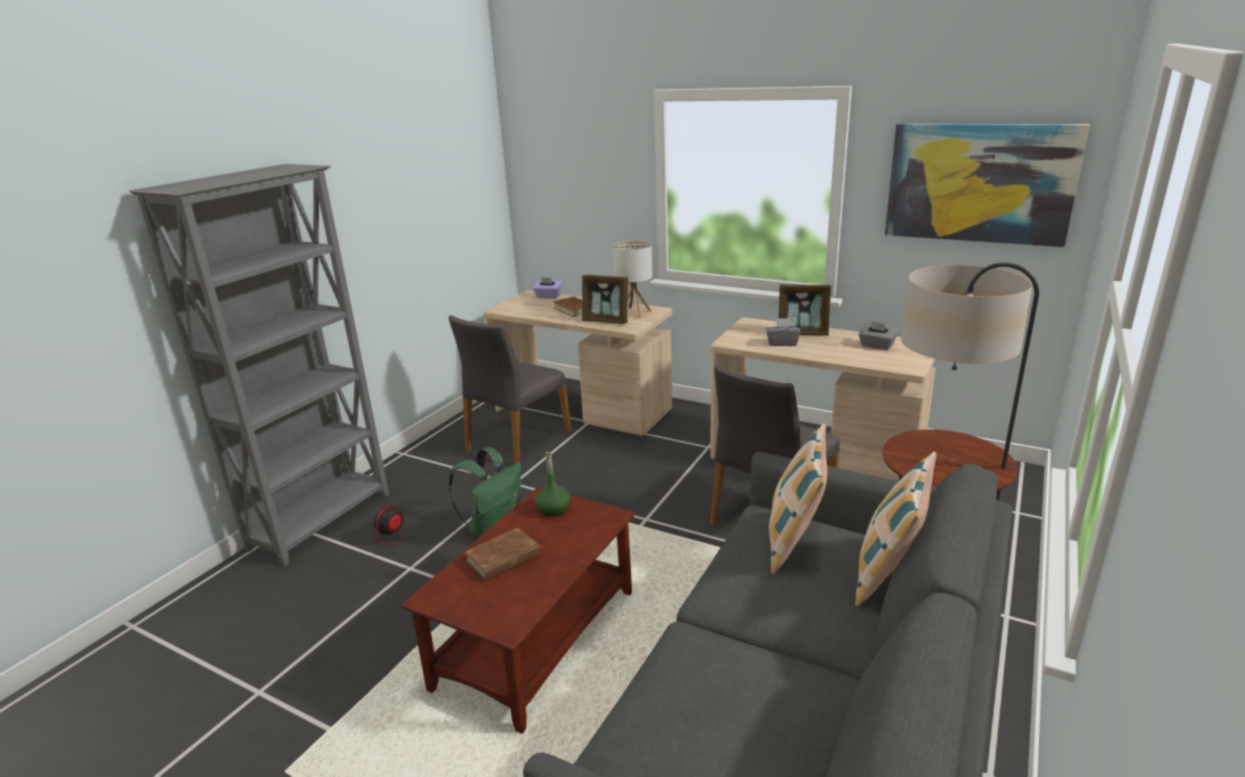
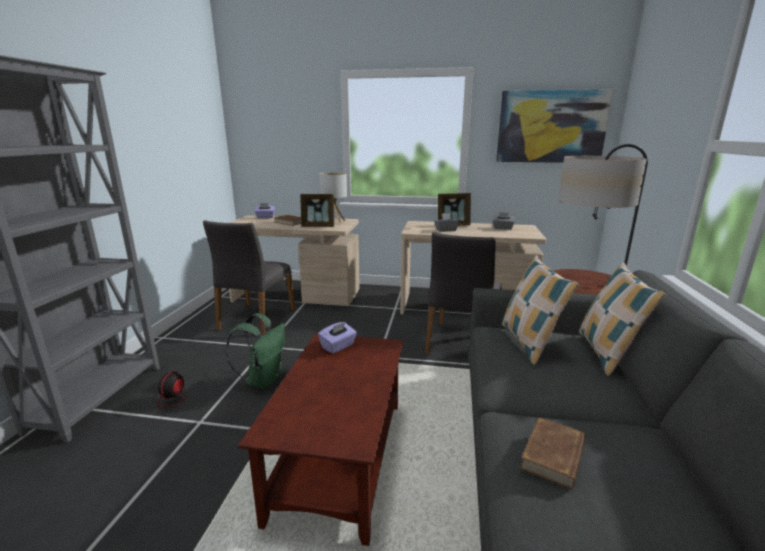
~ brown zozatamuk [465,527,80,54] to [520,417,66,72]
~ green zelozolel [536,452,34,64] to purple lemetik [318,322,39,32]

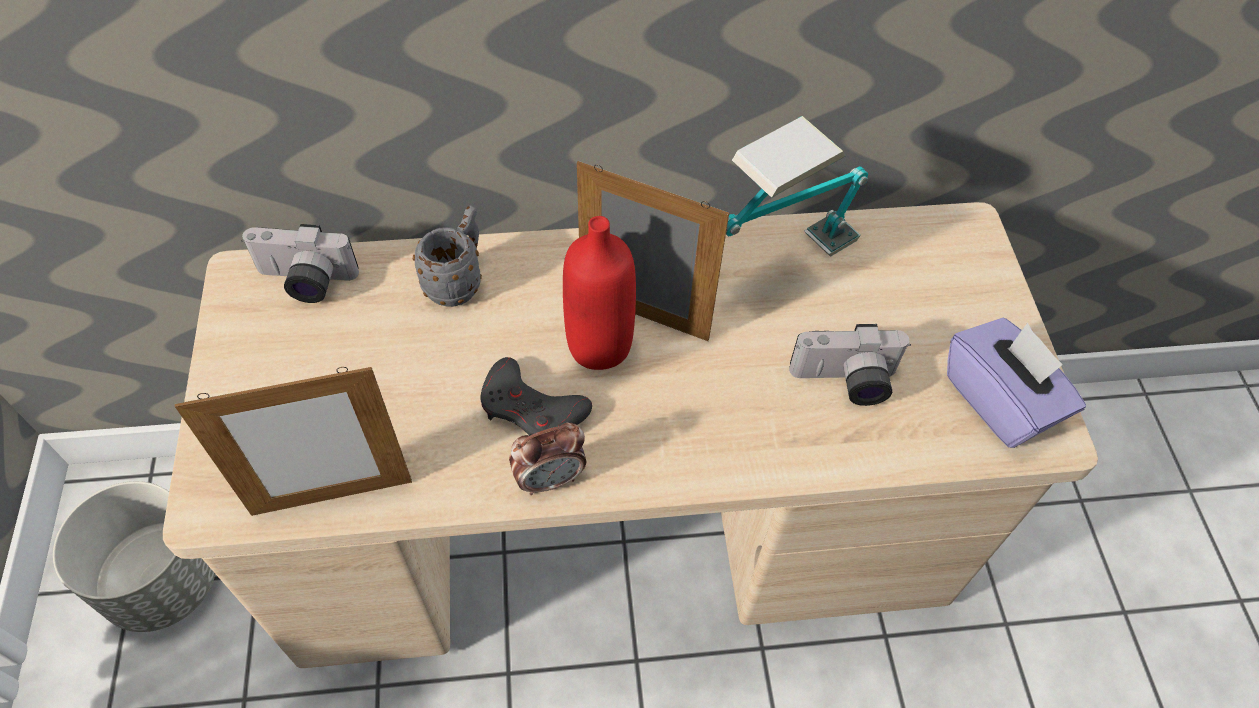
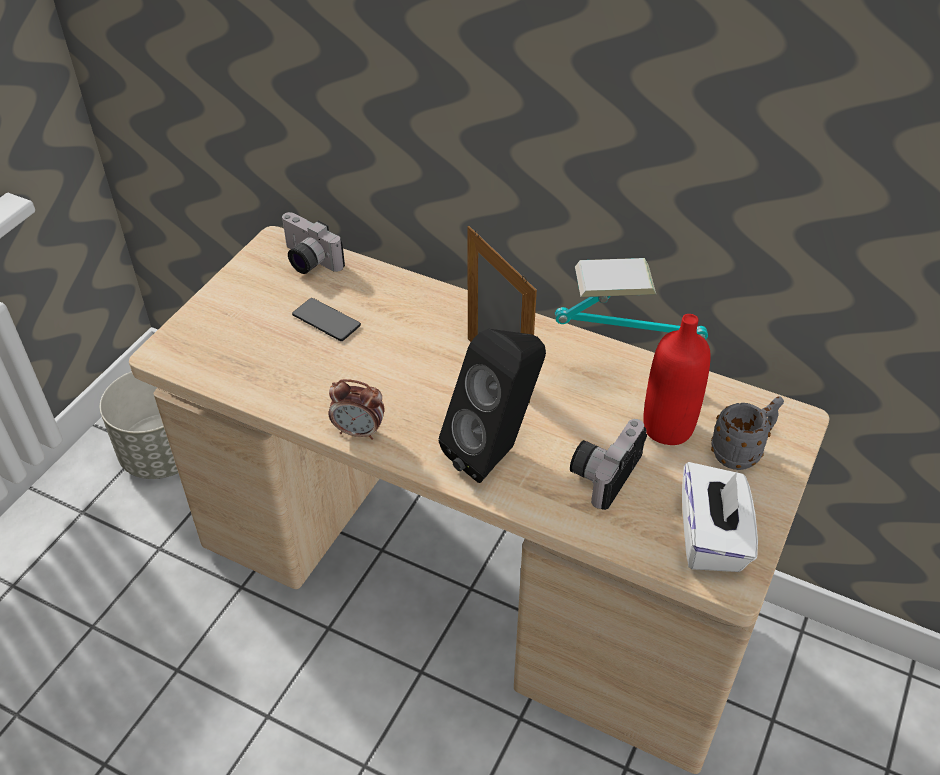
- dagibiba [175,367,237,149]
- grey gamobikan [480,357,112,79]
+ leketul [292,298,69,43]
+ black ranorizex [439,329,107,154]
~ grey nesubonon [413,205,69,102] to [711,396,73,74]
~ red zelozolel [563,216,73,154] to [643,314,68,131]
~ purple lemetik [947,317,139,131] to white lemetik [682,462,76,110]
~ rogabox [789,324,122,82] = [570,419,77,91] 90 degrees clockwise

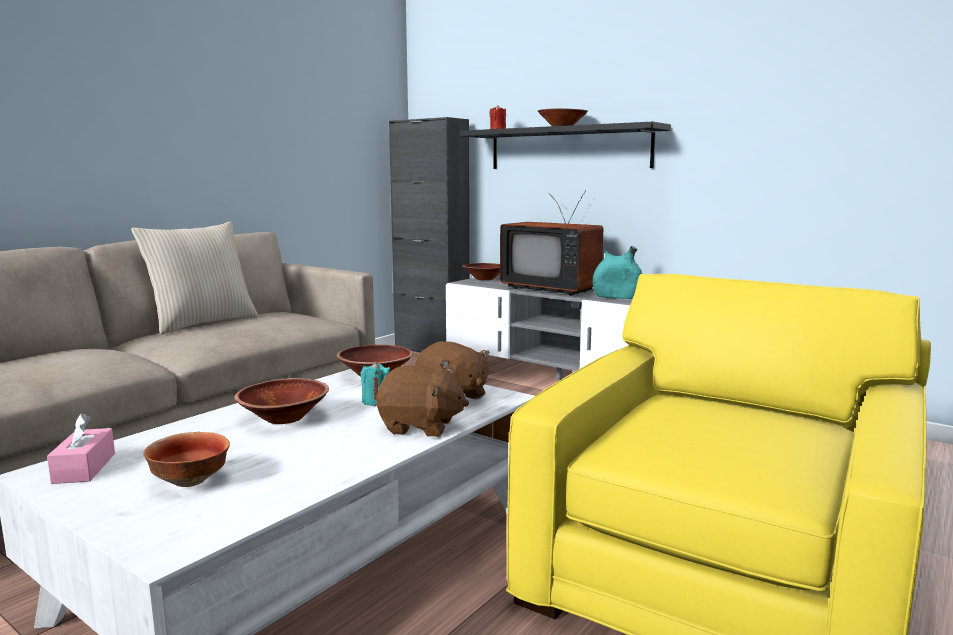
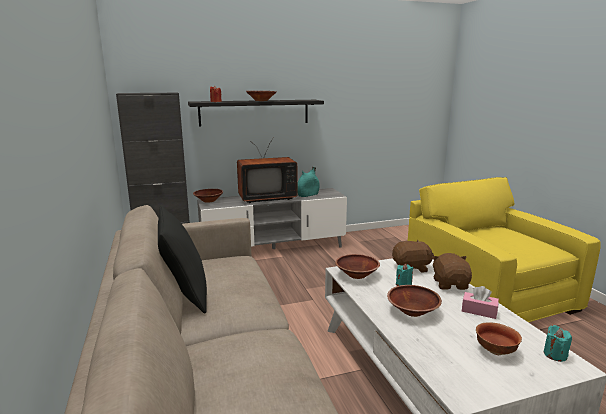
+ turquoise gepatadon [544,325,28,37]
~ pink lemetik [47,414,68,70] to [462,286,37,33]
~ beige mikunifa [131,221,128,113] to black mikunifa [158,205,49,108]
~ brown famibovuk [376,365,93,72] = [432,253,40,37] 45 degrees counterclockwise

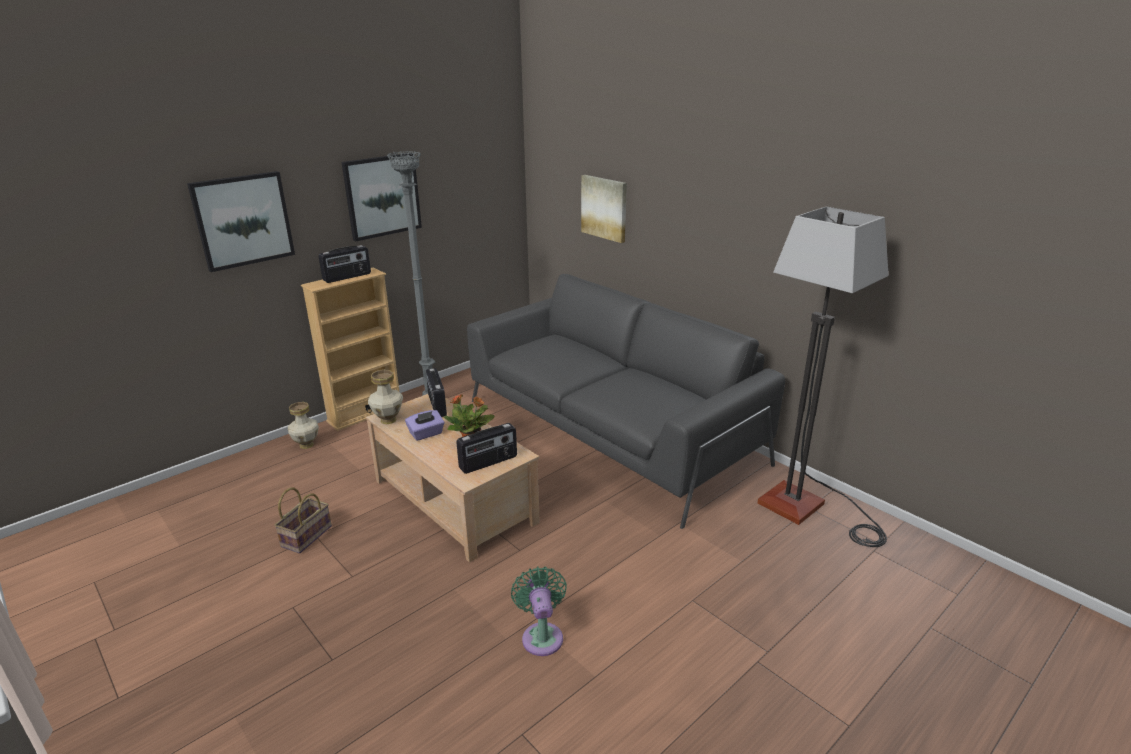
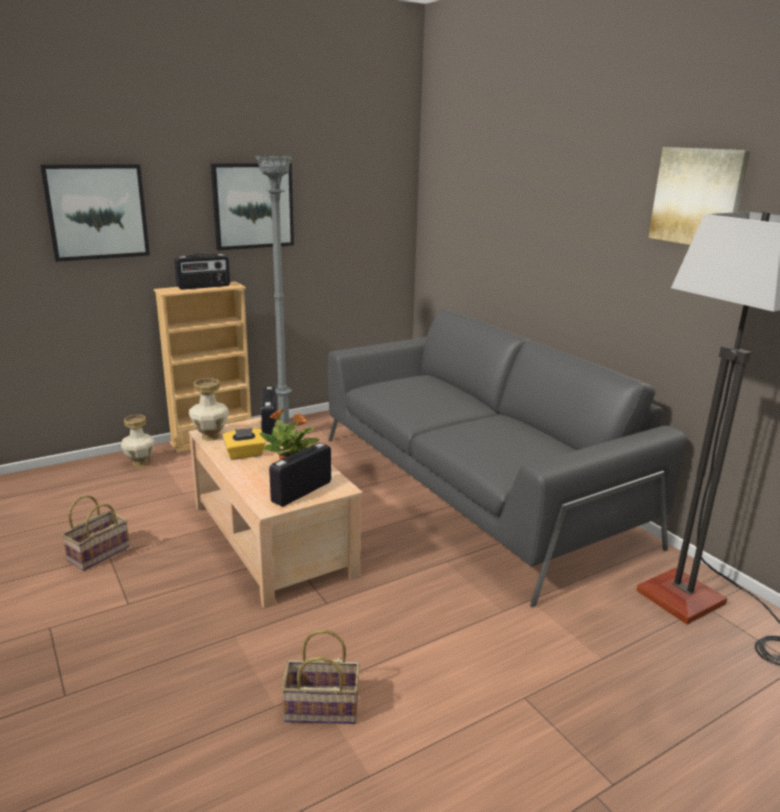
~ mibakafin [581,175,46,68] to [648,147,102,98]
~ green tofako [511,567,56,89] to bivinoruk [281,629,79,95]
~ purple lemetik [405,410,40,31] to yellow lemetik [222,428,44,32]
~ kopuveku [456,423,61,51] = [269,443,62,64] 150 degrees clockwise

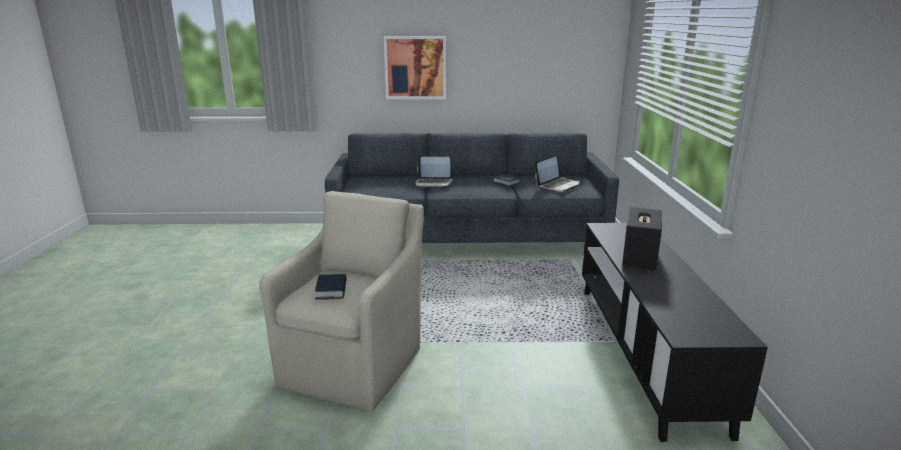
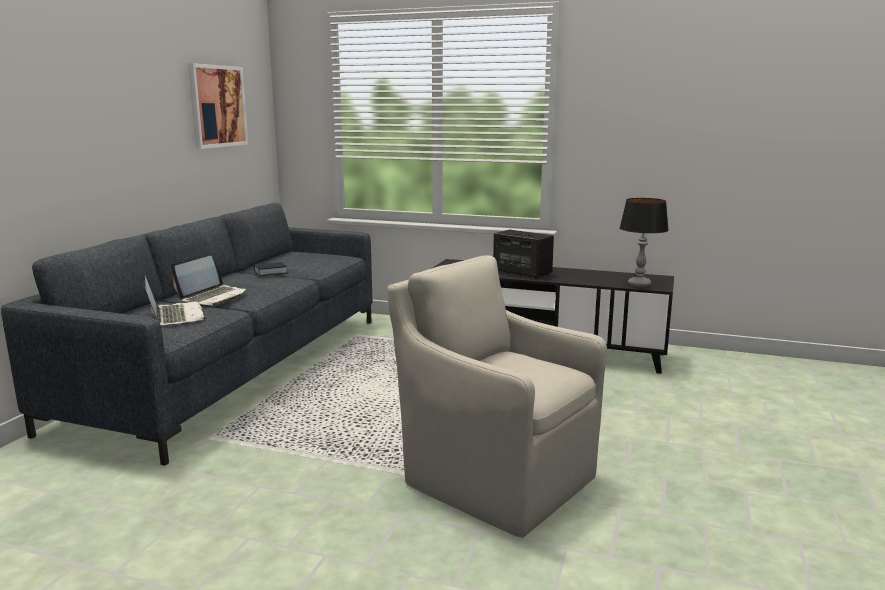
- zozatamuk [315,274,32,26]
+ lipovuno [620,198,49,89]
~ mibakafin [384,36,62,63] to [188,63,60,86]
~ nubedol [535,157,45,35] to [144,275,62,51]

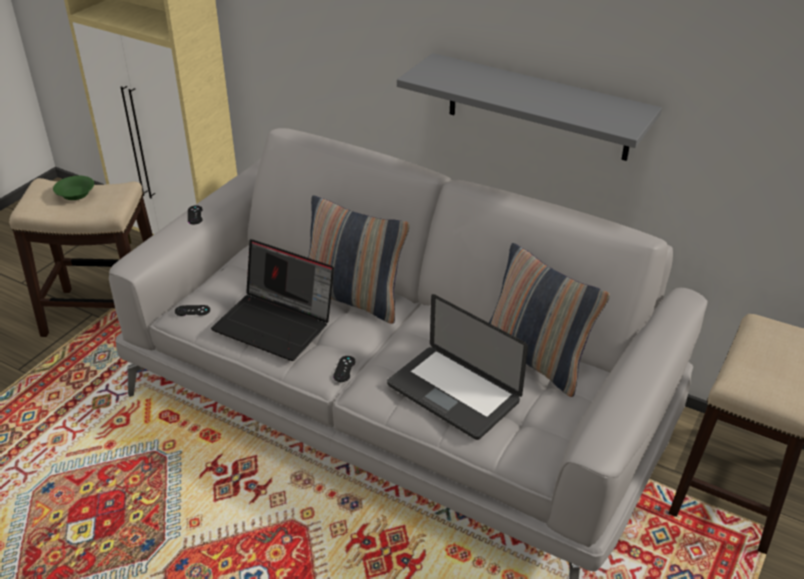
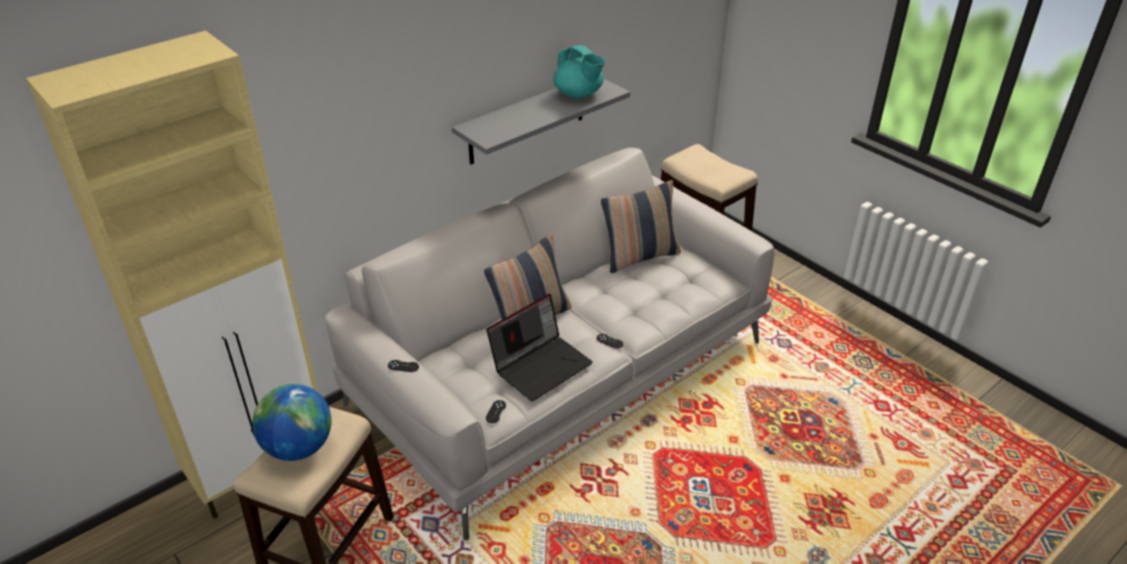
- nubedol [387,294,141,146]
+ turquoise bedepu [553,45,52,53]
~ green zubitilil [53,176,41,24] to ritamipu [252,384,80,77]

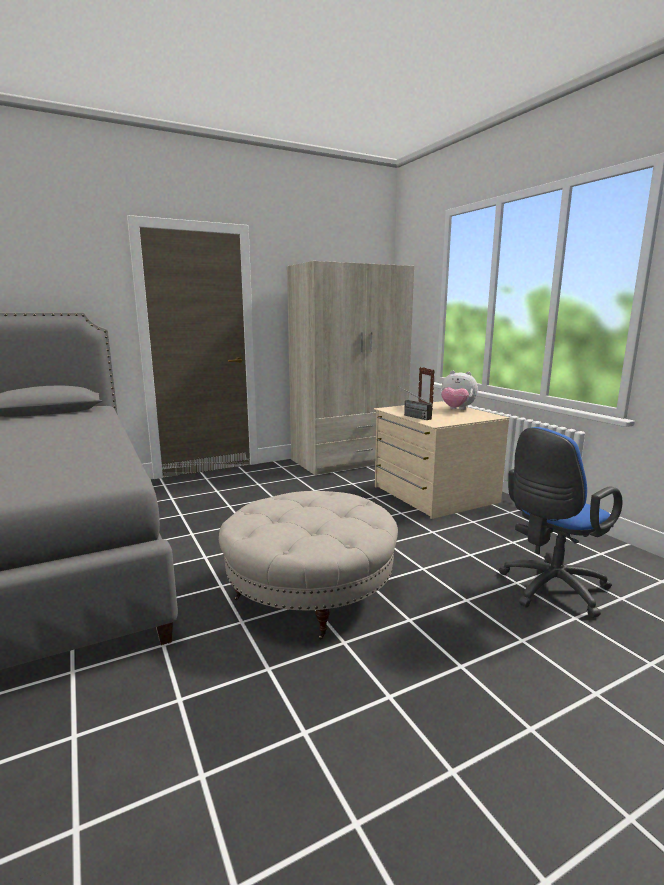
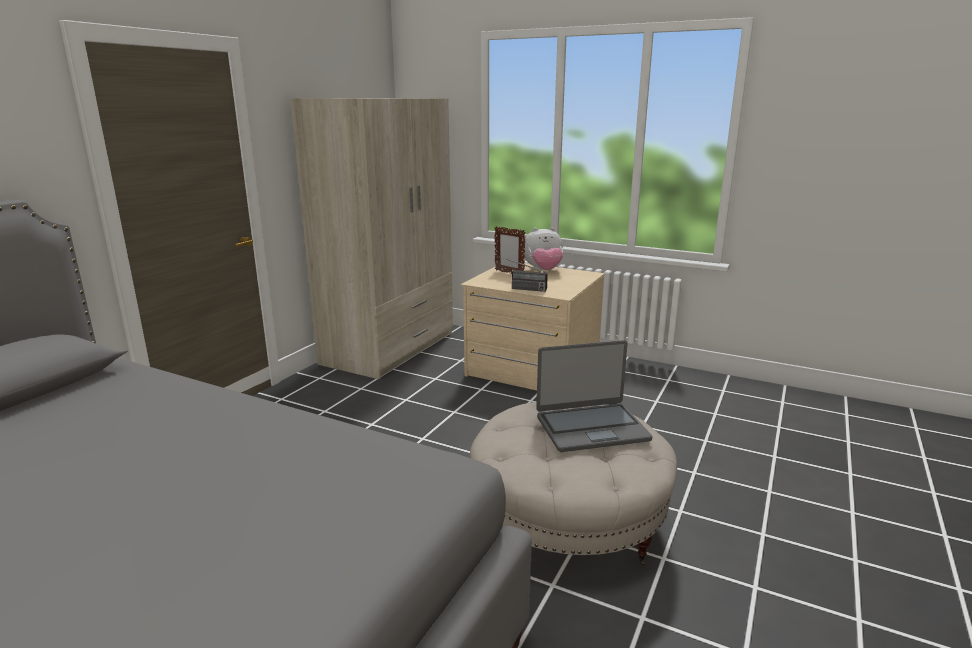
- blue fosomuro [499,427,123,191]
+ nubedol [536,340,116,112]

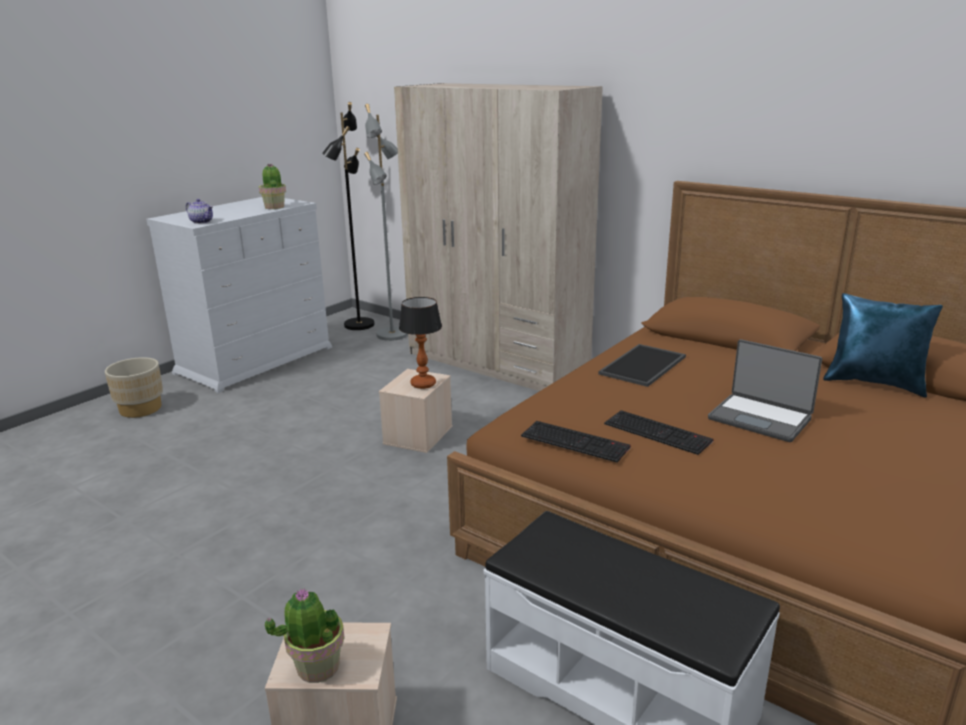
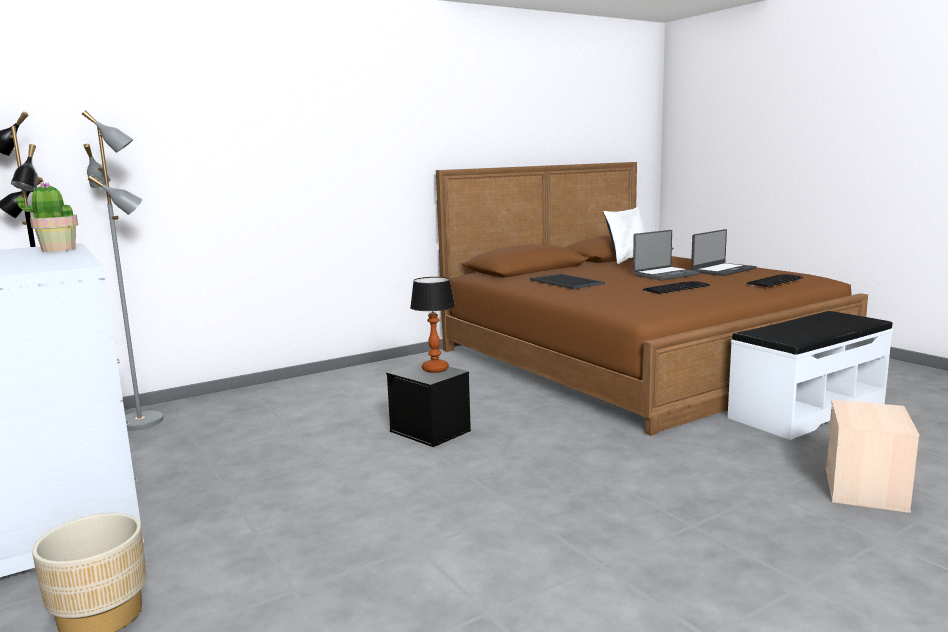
- bedepu [186,199,27,25]
- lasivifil [265,588,80,95]
- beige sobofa [394,83,209,308]
+ nubedol [691,229,66,47]
~ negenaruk [521,421,110,42] to [747,274,56,13]
~ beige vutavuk [379,369,73,84] to black vutavuk [386,361,85,86]
~ blue mikunifa [823,293,120,105] to white mikunifa [603,207,42,57]

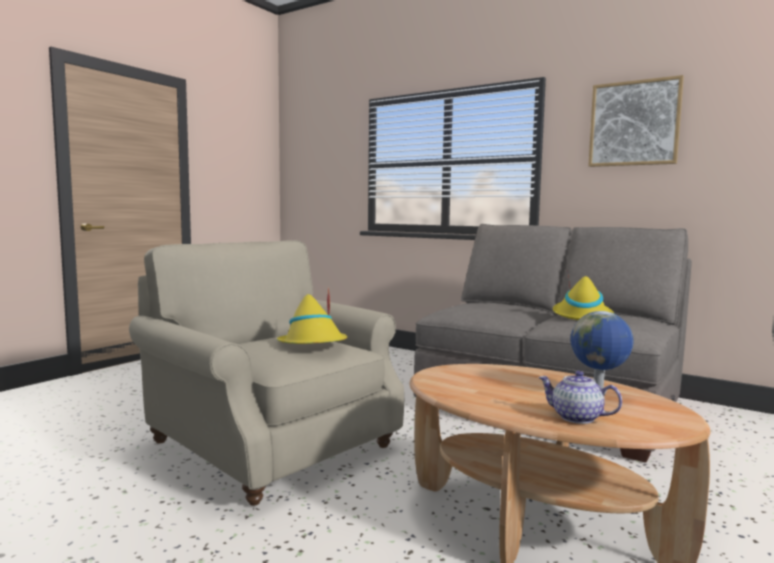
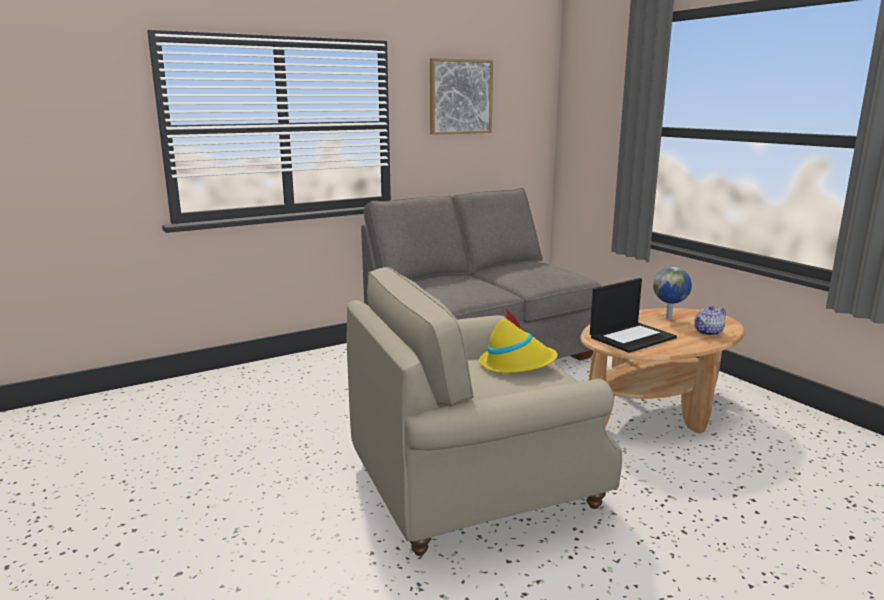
- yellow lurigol [553,270,61,50]
+ nubedol [590,278,87,75]

